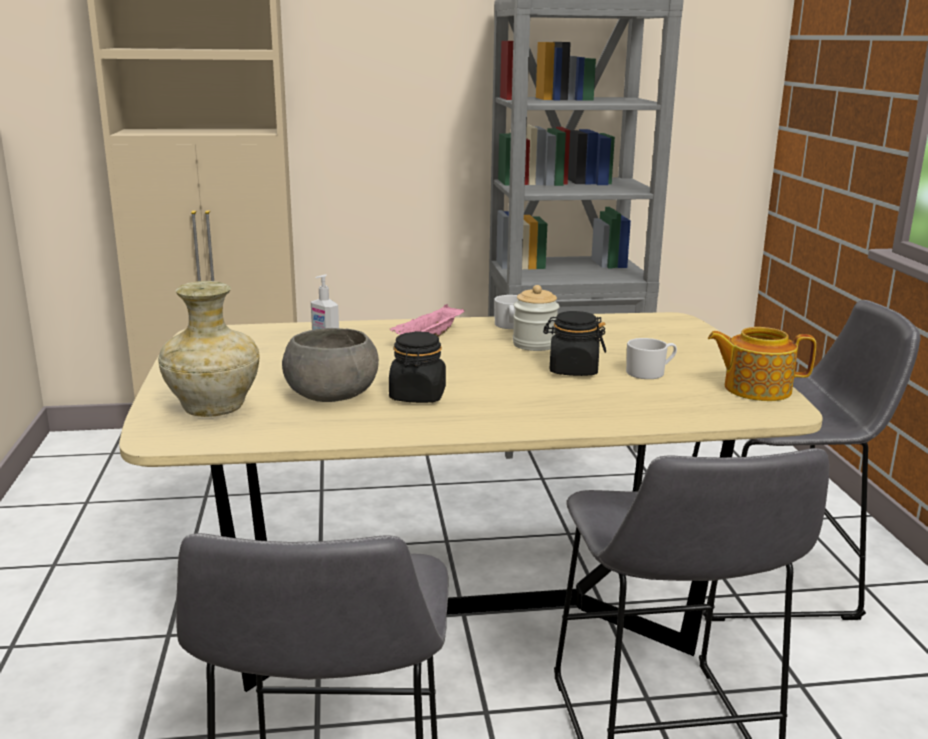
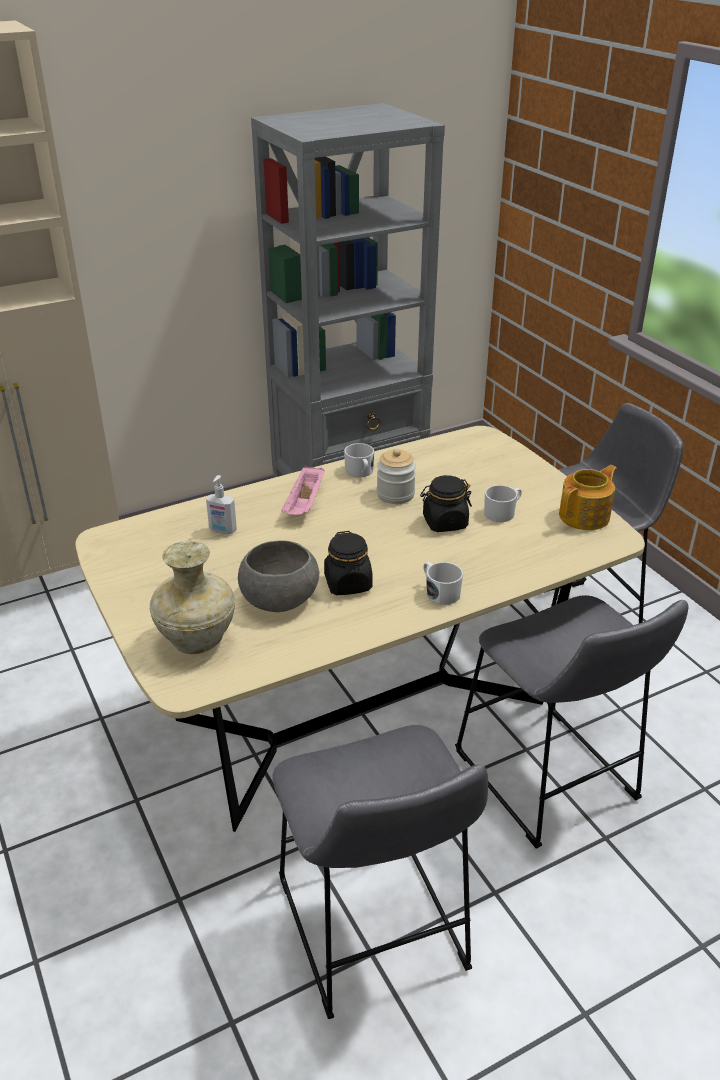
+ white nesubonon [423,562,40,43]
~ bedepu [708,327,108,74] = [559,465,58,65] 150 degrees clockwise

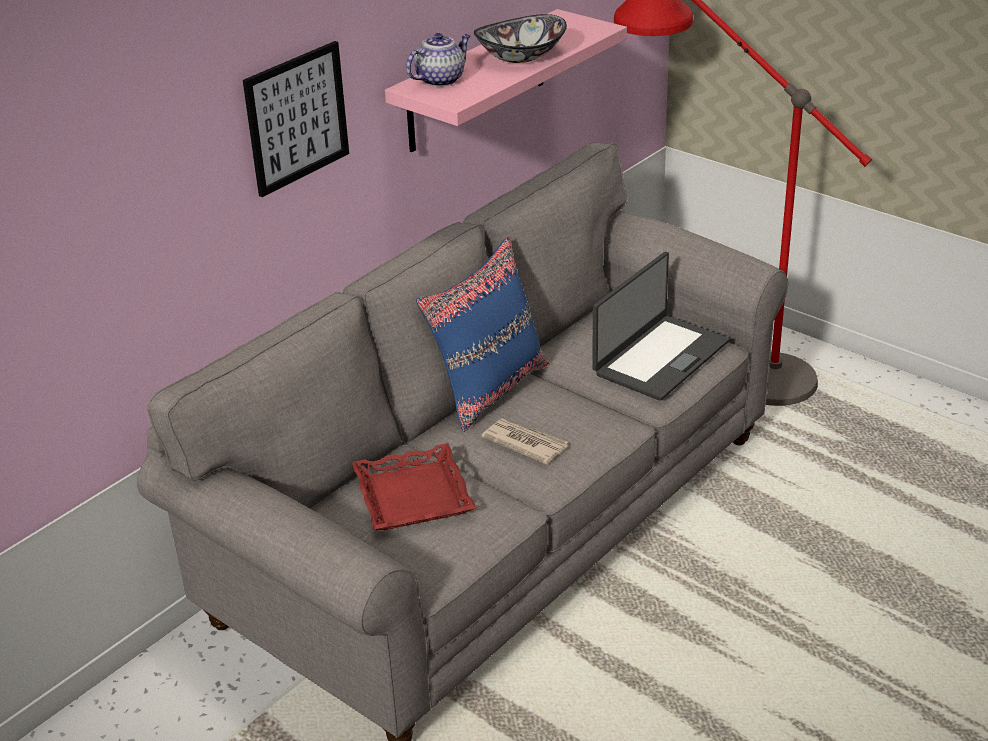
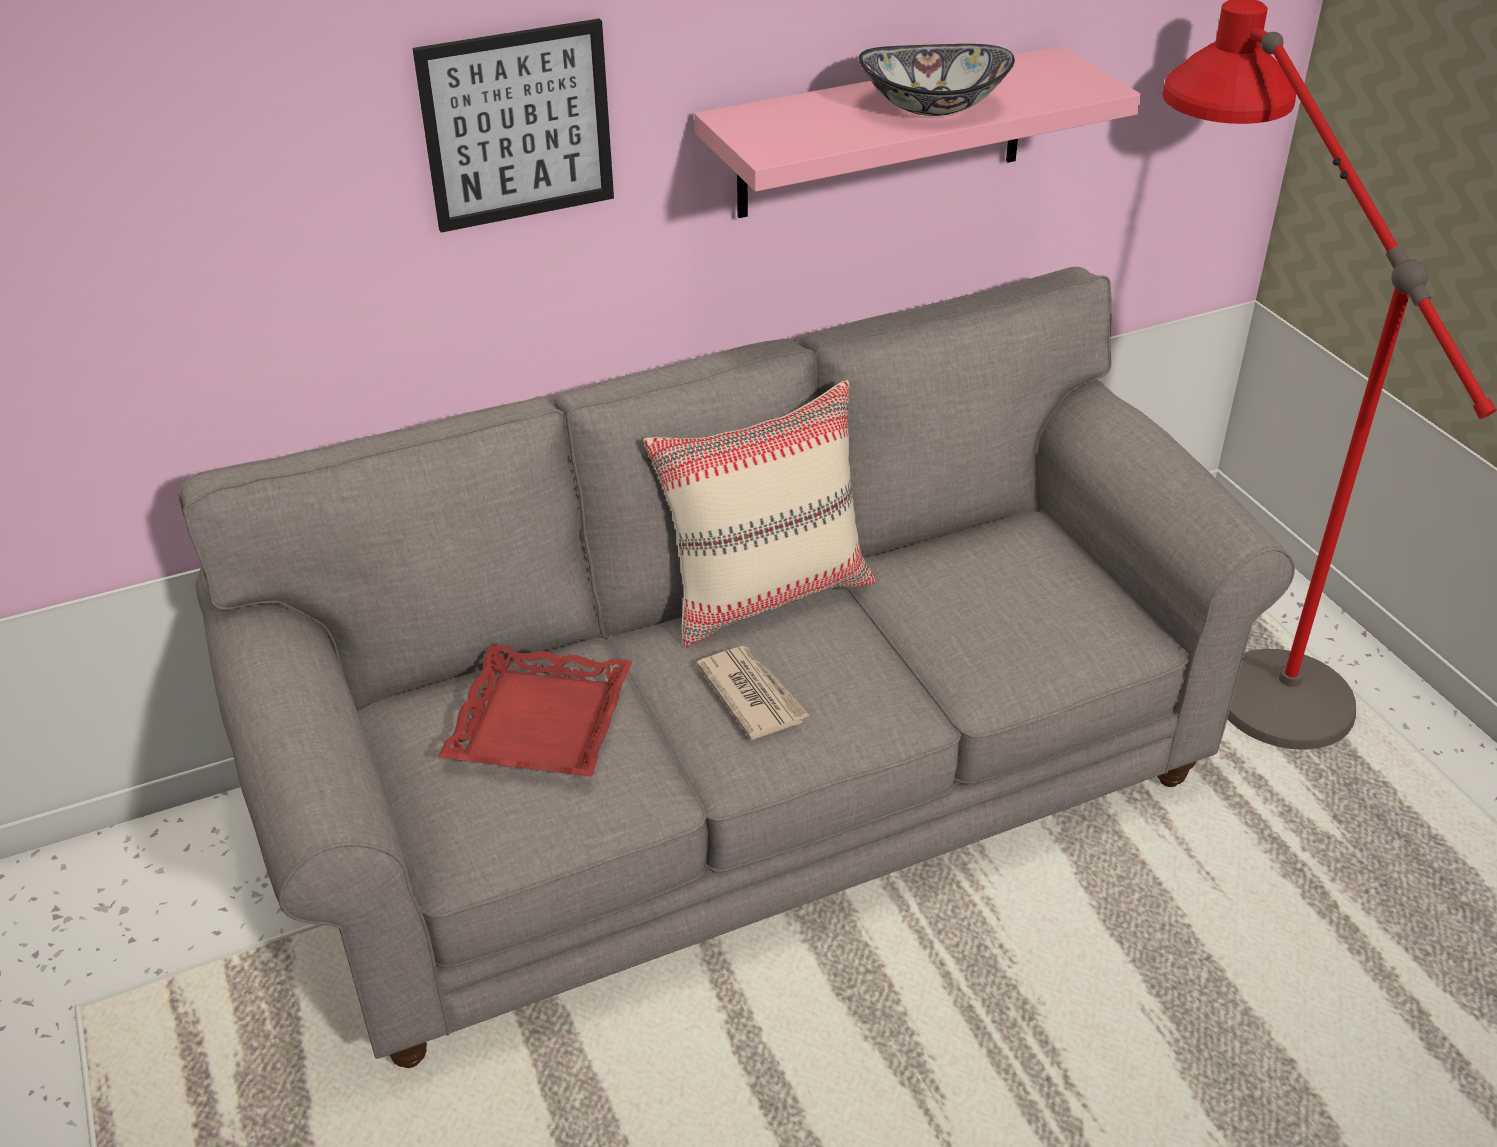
- bedepu [406,33,64,54]
- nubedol [592,252,137,149]
~ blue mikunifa [416,237,134,195] to beige mikunifa [643,380,233,268]

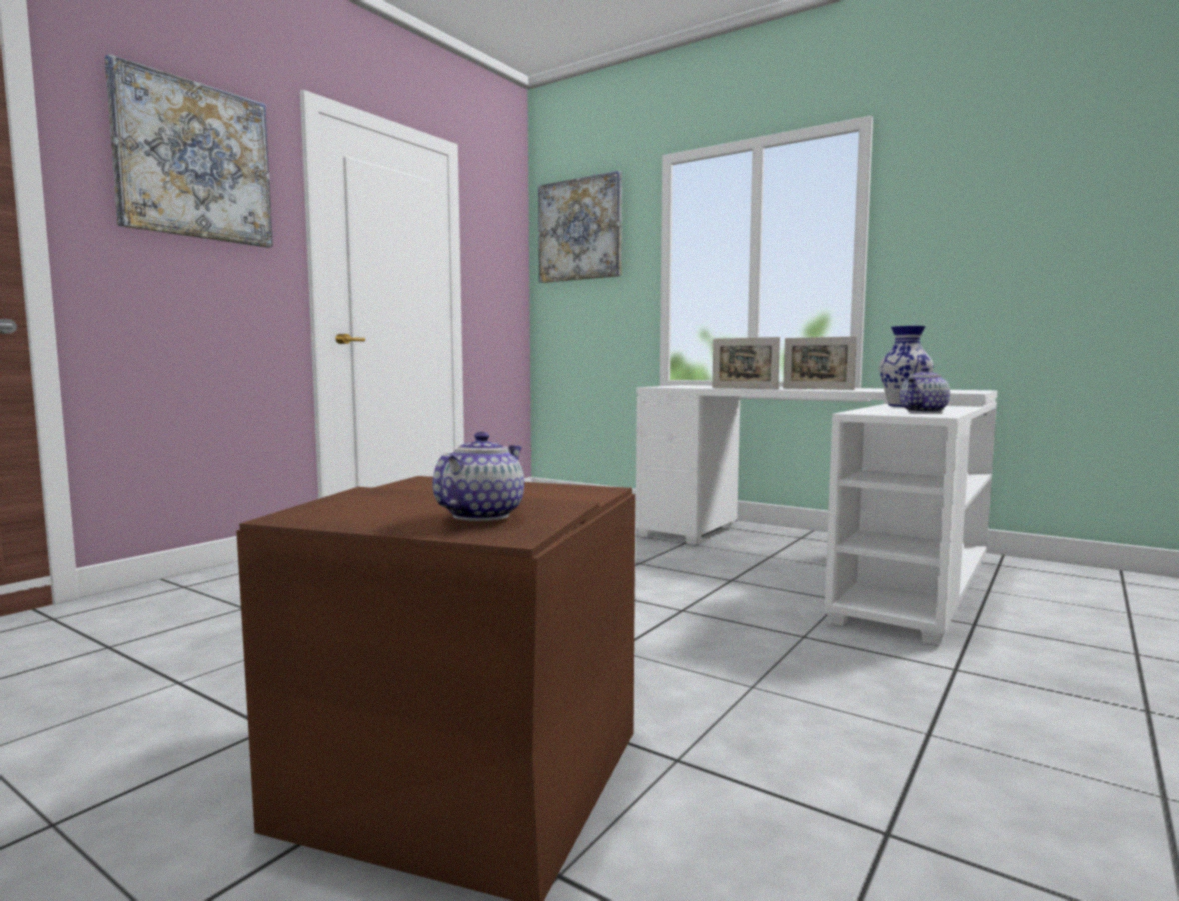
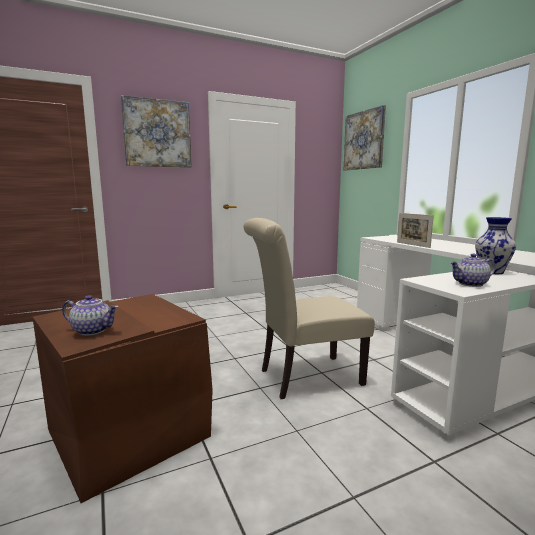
- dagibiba [783,336,74,54]
+ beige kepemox [243,218,132,181]
~ bedepu [432,432,92,89] = [62,295,57,41] 45 degrees clockwise

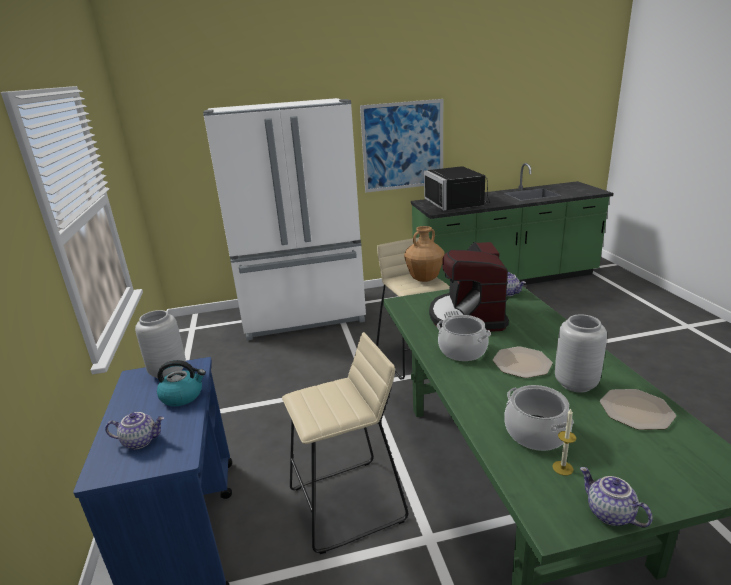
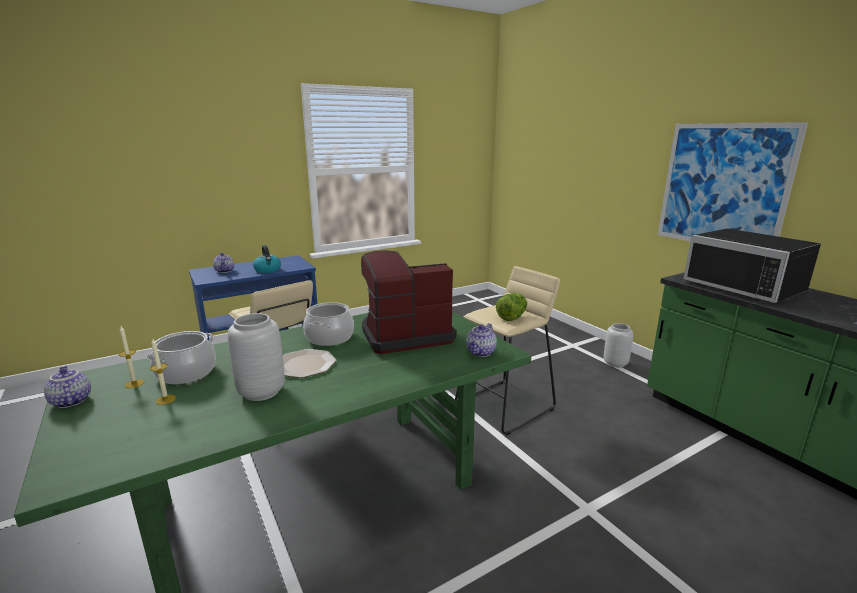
- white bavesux [203,98,163,242]
- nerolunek [600,389,76,41]
+ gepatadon [150,339,26,66]
~ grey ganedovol [135,310,51,69] to [604,323,29,45]
~ brown ganedovol [404,226,41,56] to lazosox [496,293,31,28]
~ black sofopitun [424,166,66,45] = [684,228,137,75] 90 degrees counterclockwise
~ bedepu [580,467,73,61] = [44,366,47,42] 75 degrees counterclockwise

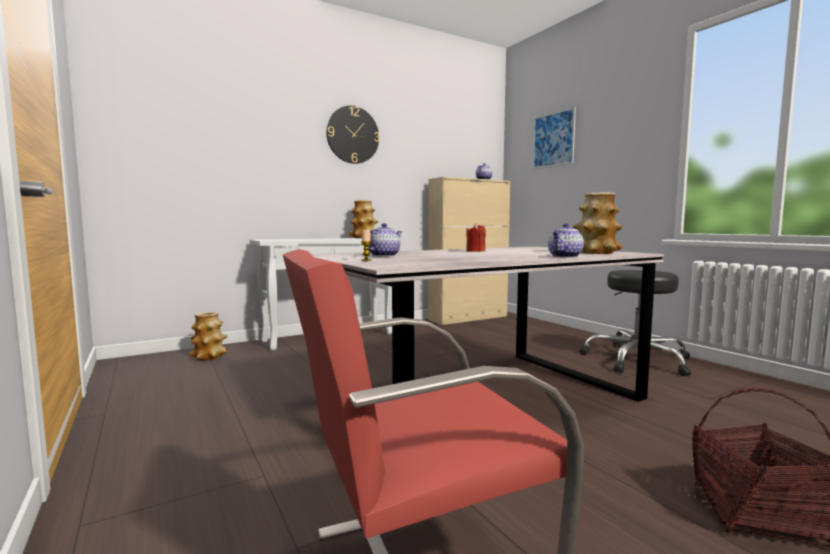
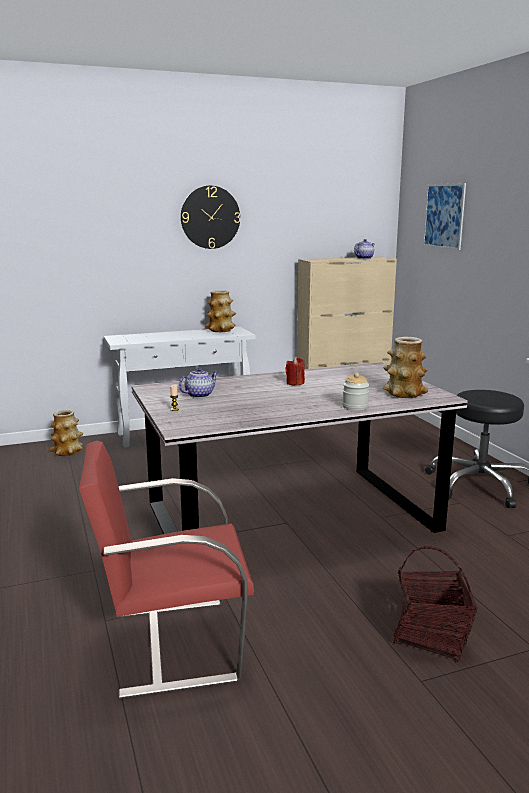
~ bedepu [548,223,36,35] to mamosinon [342,373,27,38]

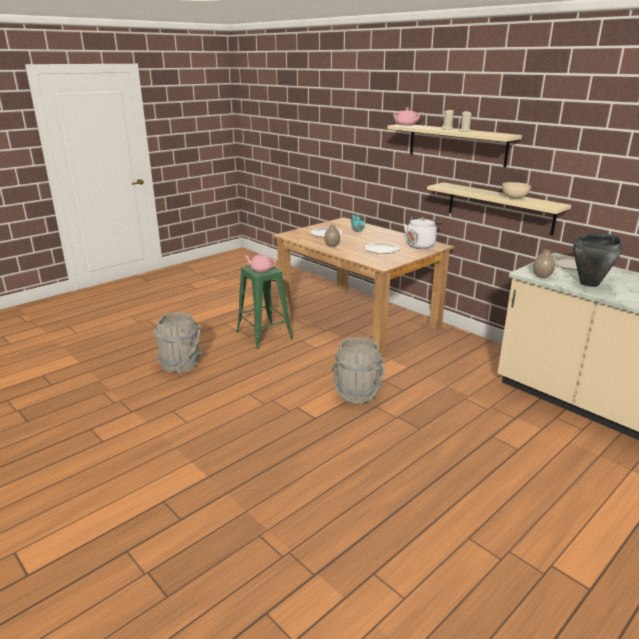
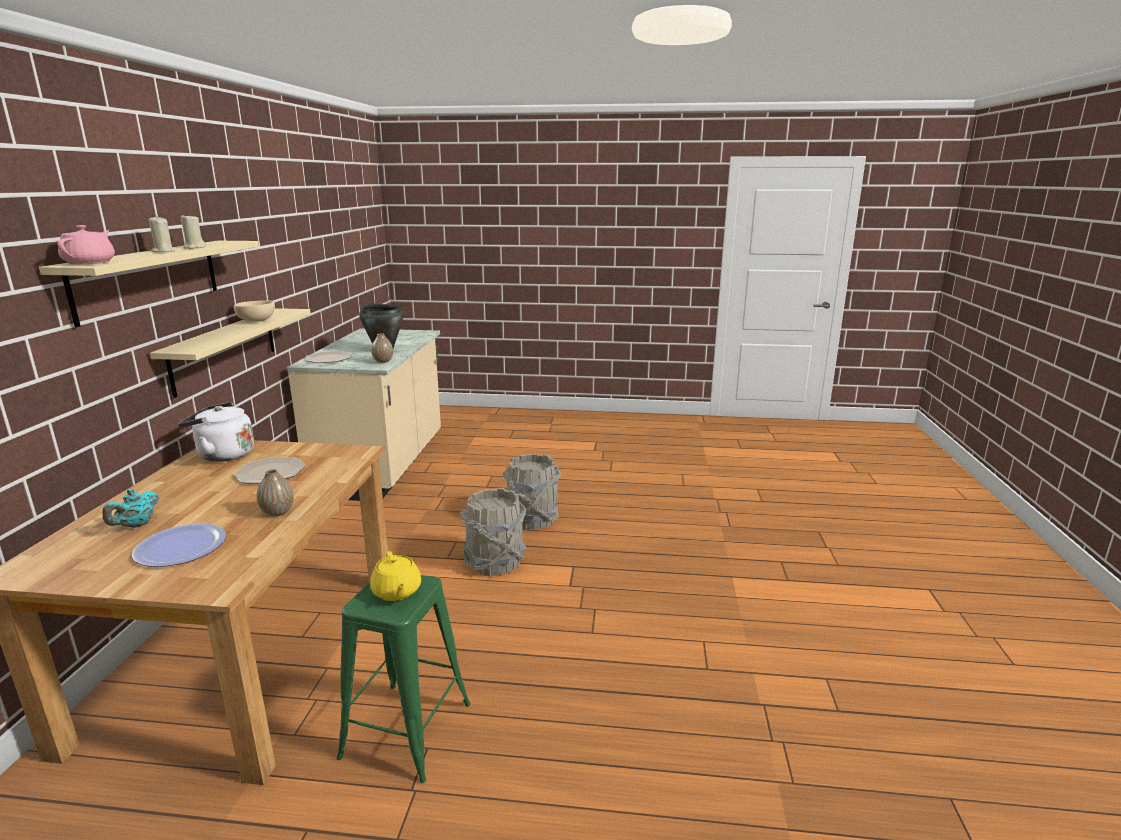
~ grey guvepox [153,312,50,61] to [503,453,58,77]
~ pink bedepu [244,253,32,19] to yellow bedepu [370,551,51,50]

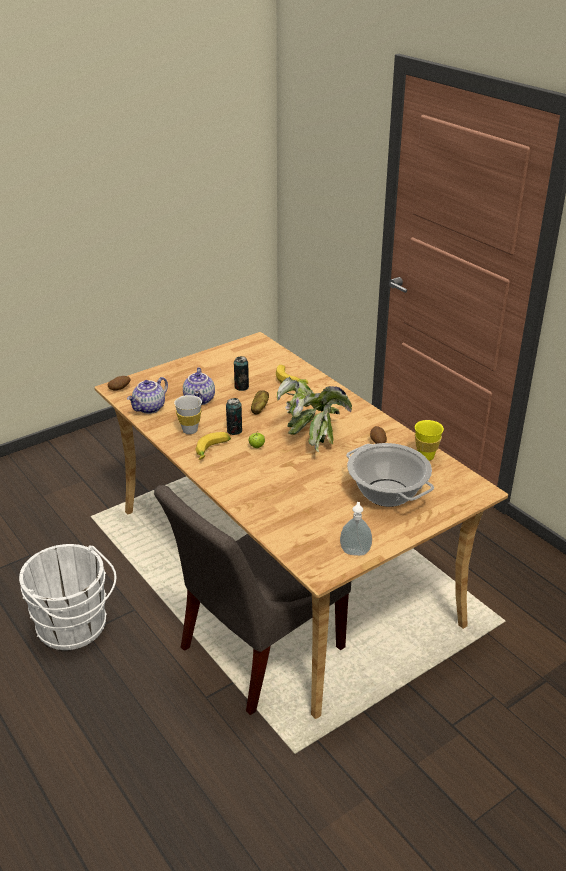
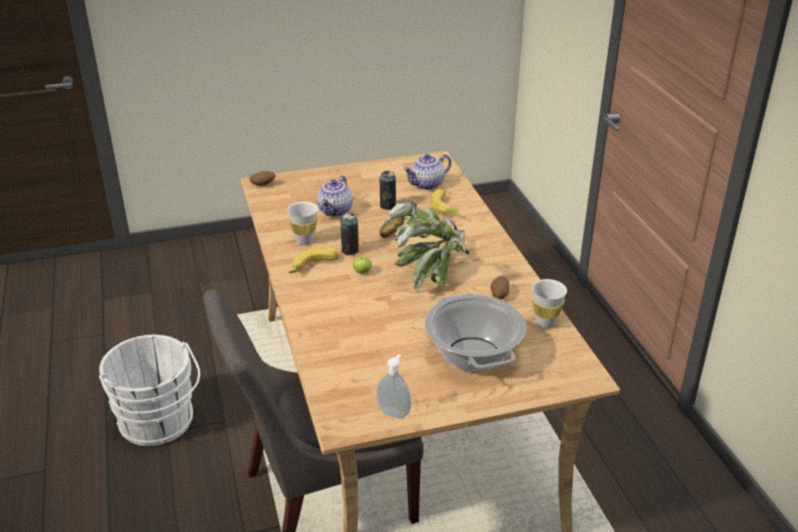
~ bedepu [127,377,41,37] to [403,154,48,36]
~ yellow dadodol [415,420,29,41] to white dadodol [532,279,35,50]

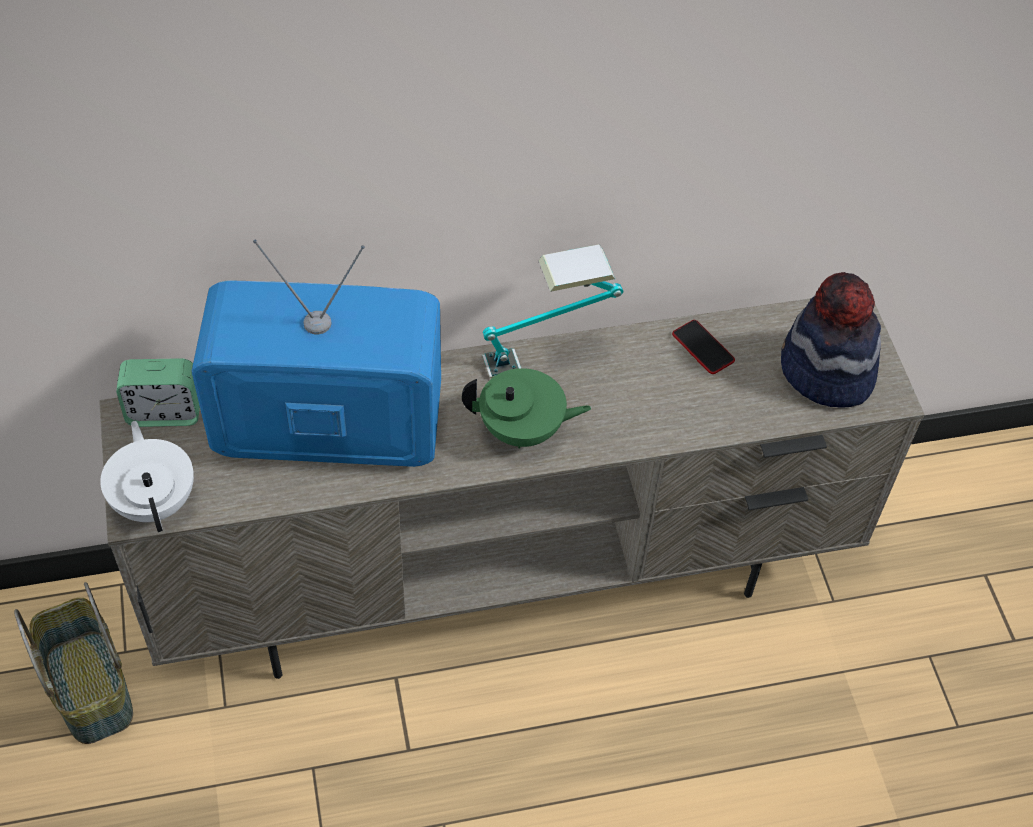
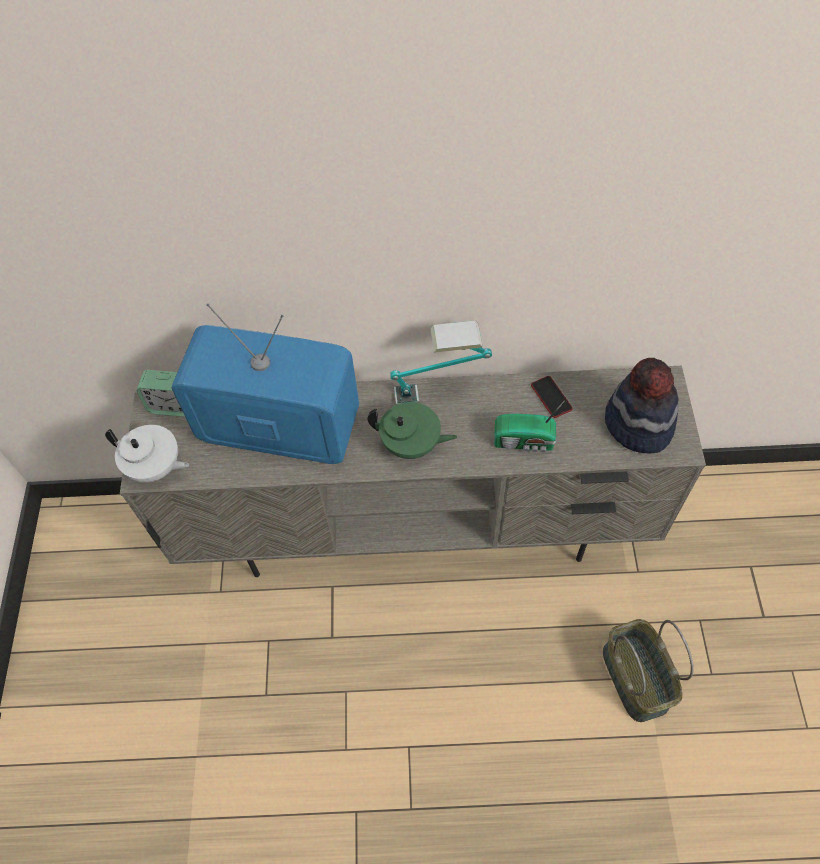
+ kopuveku [494,400,71,53]
~ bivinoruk [14,582,119,162] to [603,619,91,103]
~ white bedepu [100,421,94,111] = [105,425,84,57] 120 degrees clockwise

